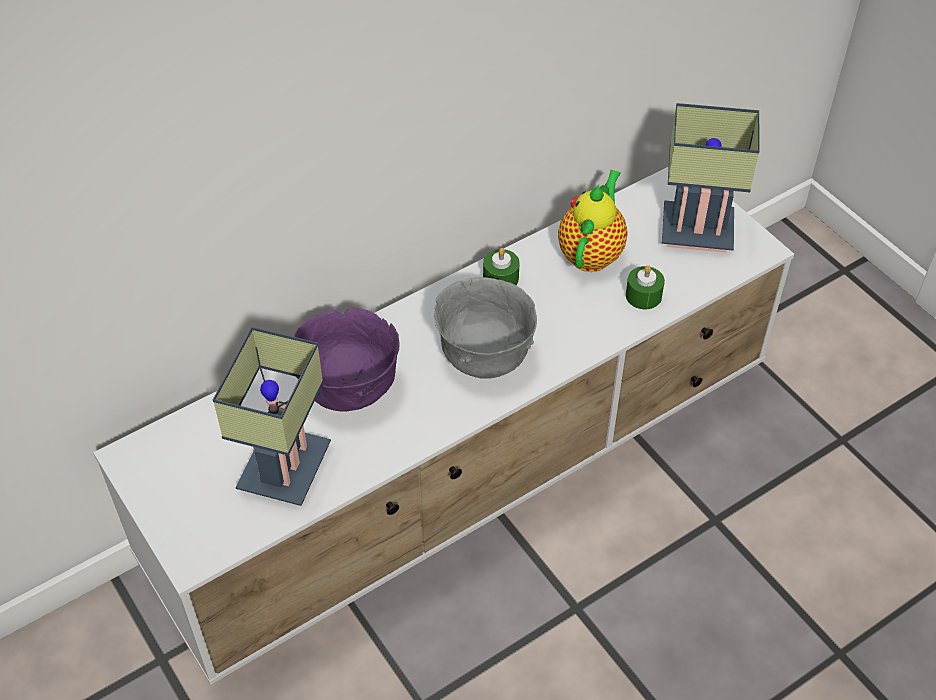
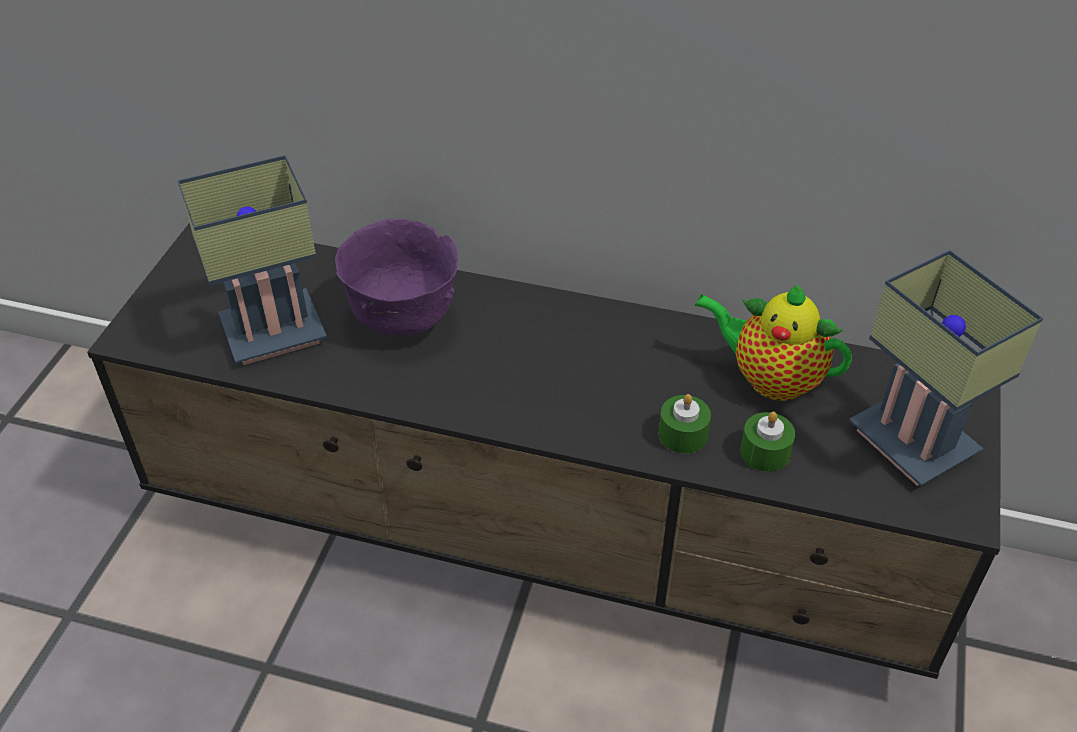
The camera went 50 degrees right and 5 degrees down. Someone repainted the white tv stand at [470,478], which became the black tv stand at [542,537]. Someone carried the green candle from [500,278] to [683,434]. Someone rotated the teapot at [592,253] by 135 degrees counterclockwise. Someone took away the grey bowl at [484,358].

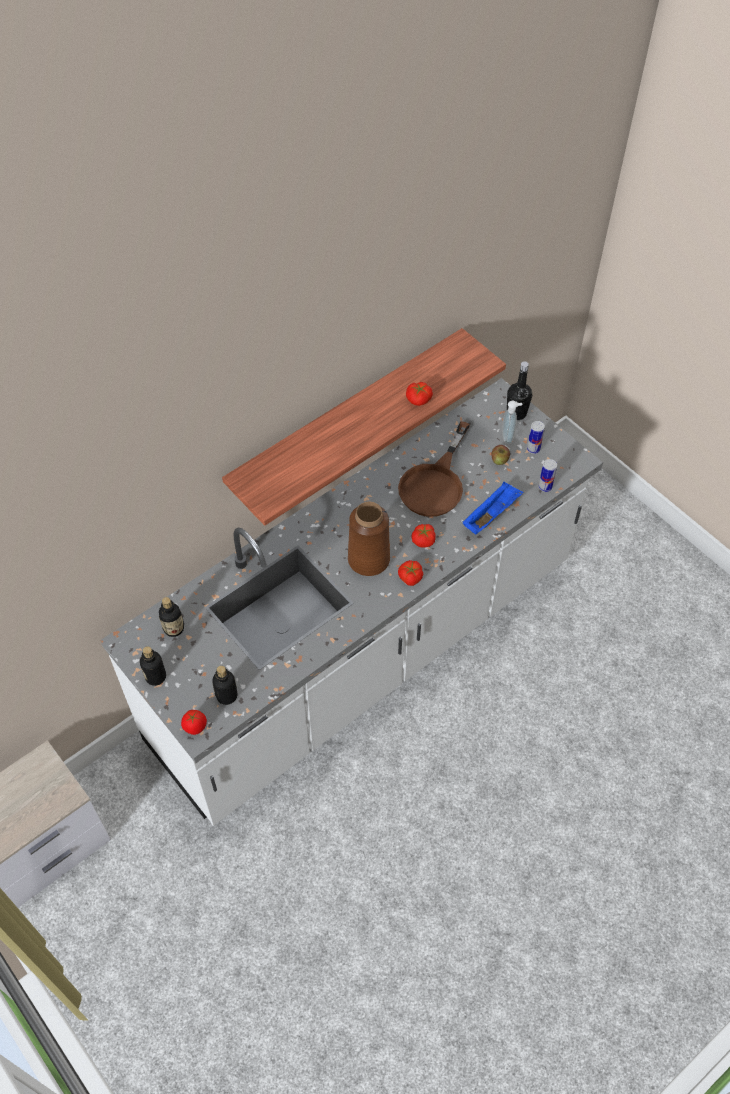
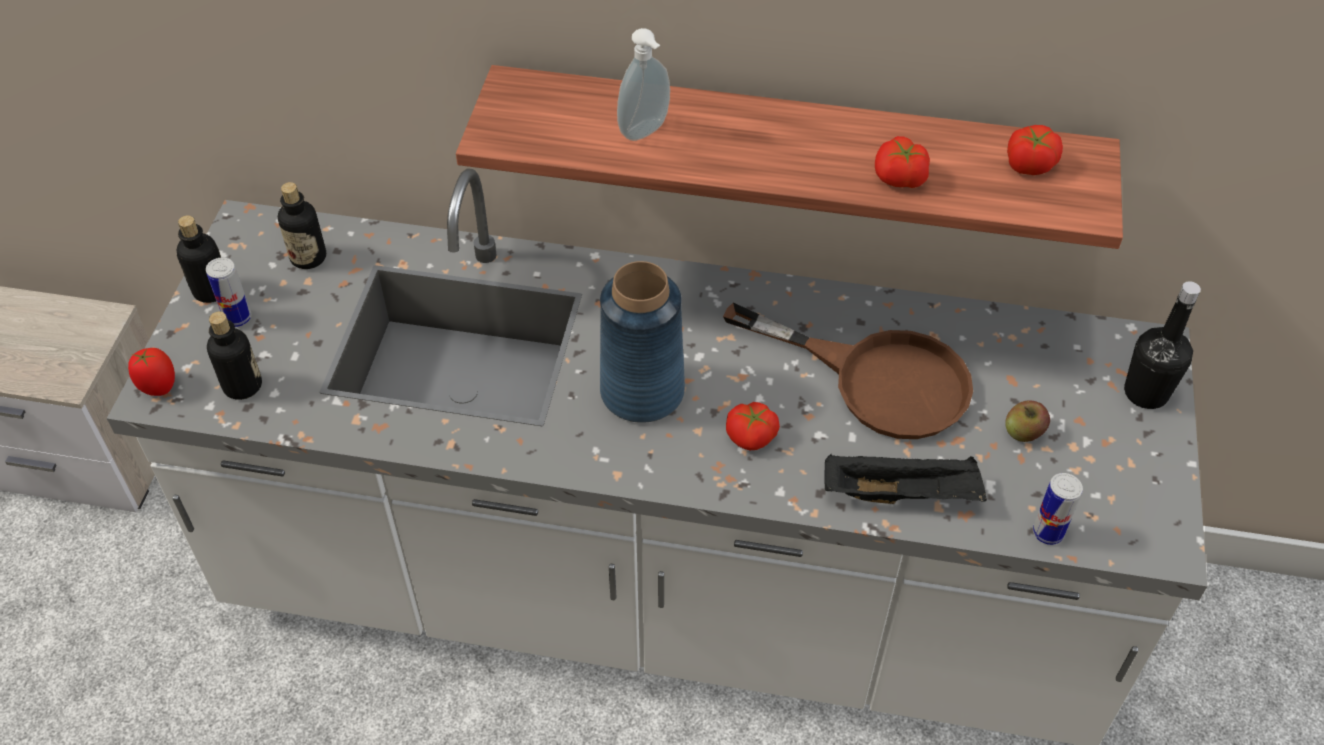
The camera went 50 degrees right and 5 degrees down. Someone carried the can from [533,449] to [237,318]. Someone repainted the brown vase at [368,559], which became the blue vase at [641,391]. Someone carried the soap dispenser from [508,437] to [646,132]. Someone rotated the brown frying pan at [435,483] by 135 degrees counterclockwise. Someone repainted the blue tray at [491,514], which became the black tray at [902,493]. Someone carried the tomato from [410,577] to [1029,163].

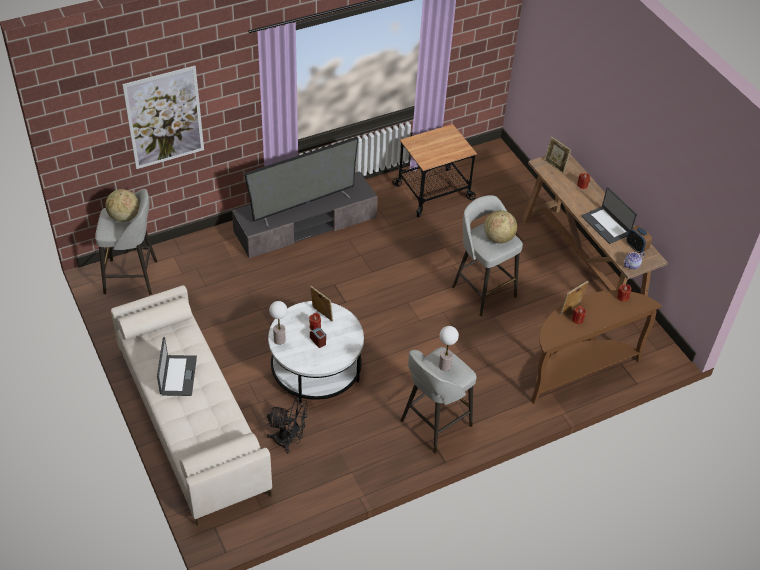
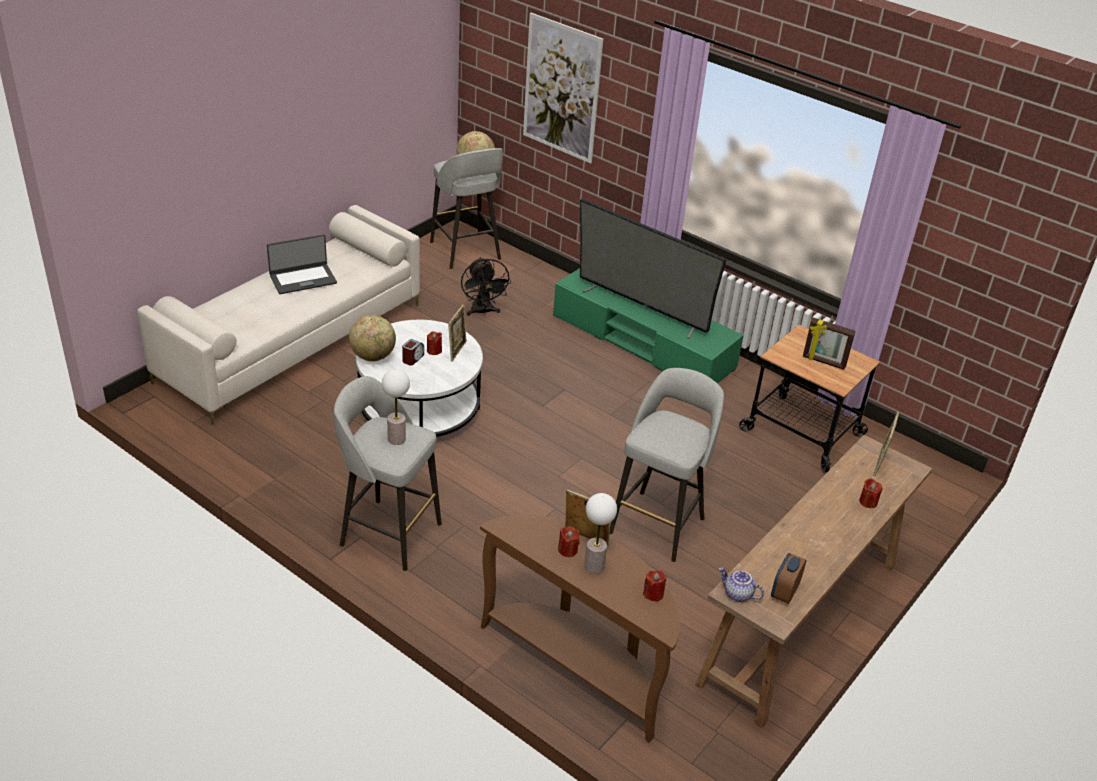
The camera went 65 degrees right and 10 degrees down. Someone carried the globe from [498,238] to [373,356]. Someone carried the black fan from [289,440] to [482,312]. Someone repainted the grey tv stand at [305,225], which became the green tv stand at [642,342]. Someone carried the table lamp from [279,340] to [594,566]. Someone put down the picture frame at [823,362]. Someone took away the laptop at [606,225].

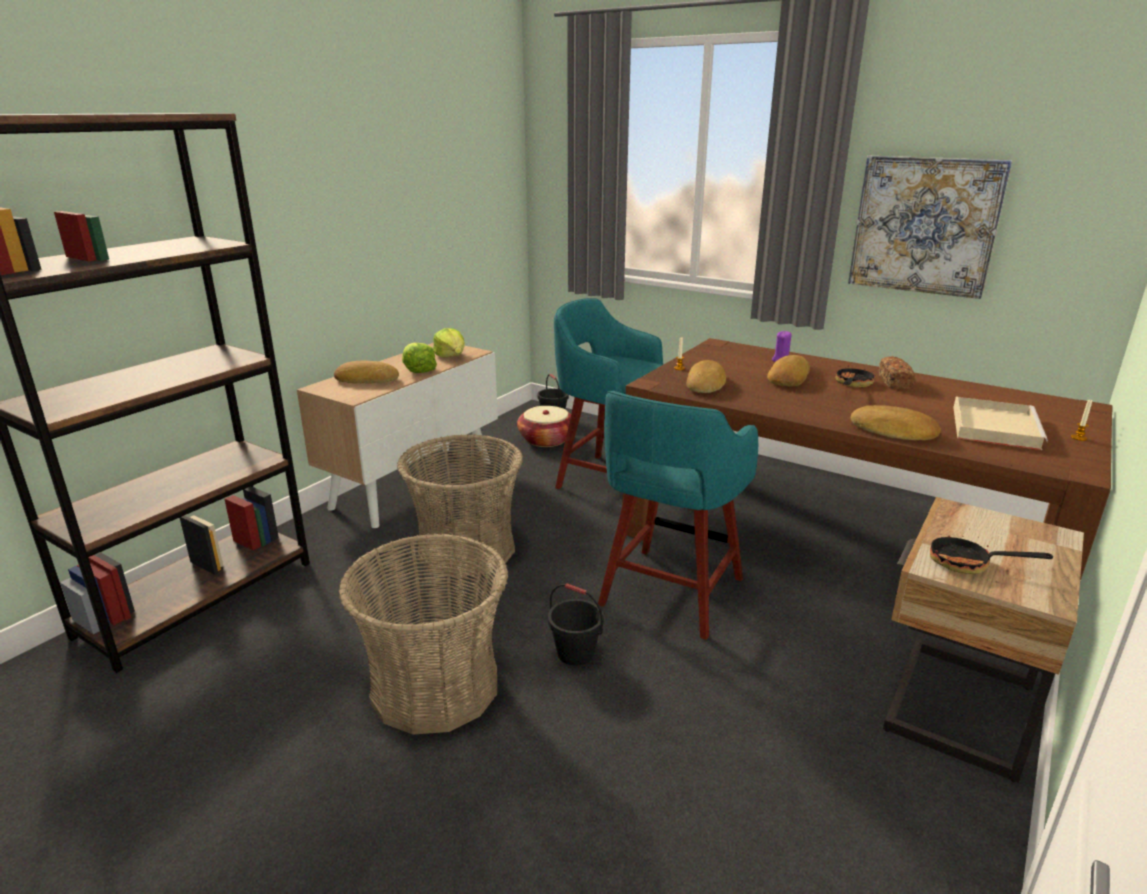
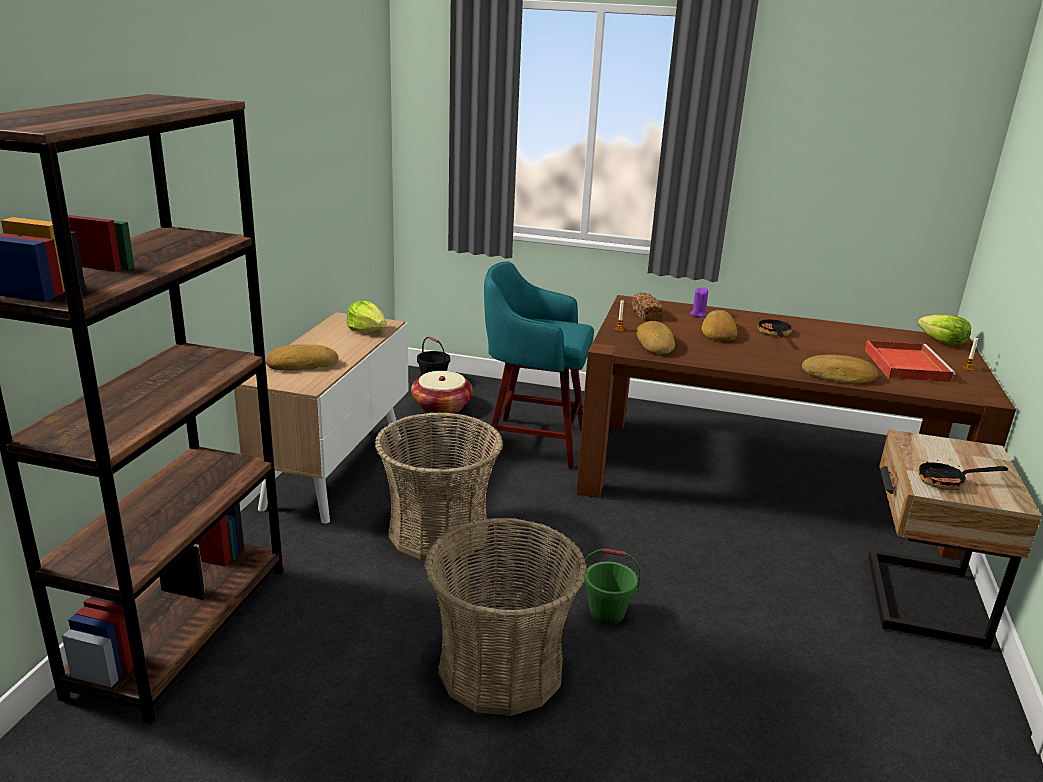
The camera went 20 degrees left and 0 degrees up. Someone repainted the black bucket at [576,653], which became the green bucket at [607,613]. Someone carried the bread from [894,382] to [646,315]. Someone repainted the beige tray at [993,426], which became the red tray at [905,364]. Someone carried the lettuce from [418,370] to [942,342]. Someone took away the turquoise stool at [669,594]. Someone took away the picture at [924,225].

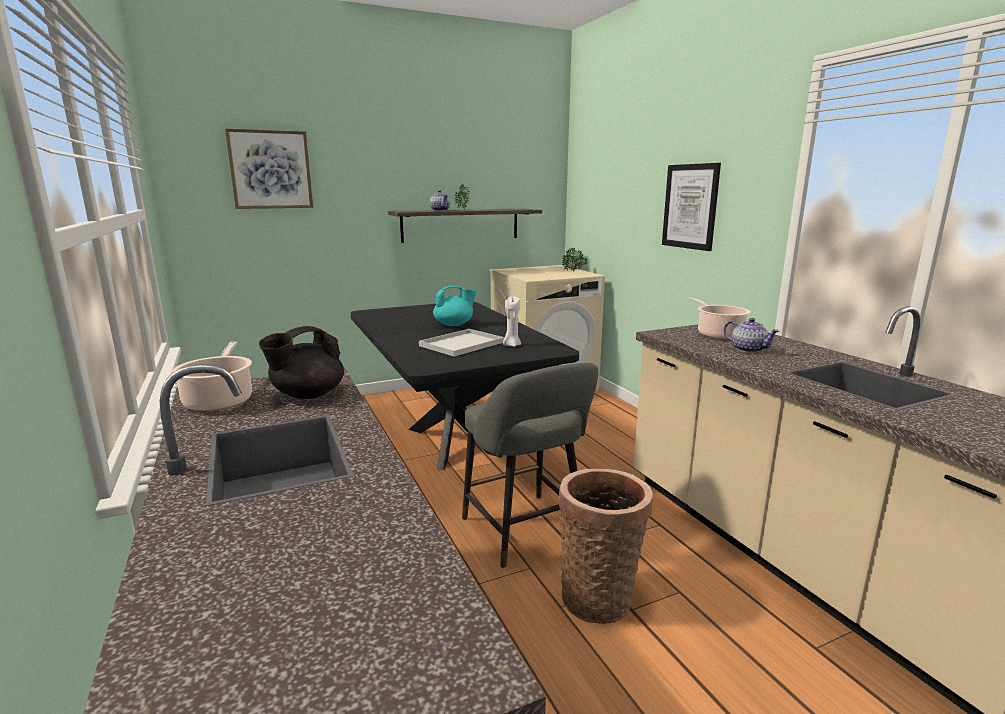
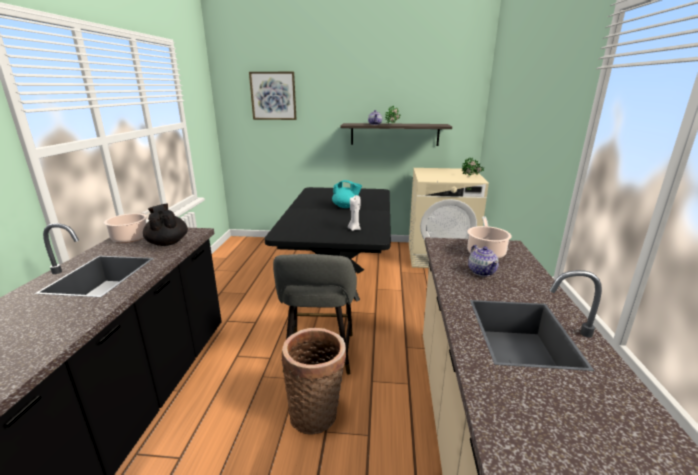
The camera went 30 degrees right and 5 degrees up. Someone rotated the black teapot at [307,395] by 75 degrees clockwise. Someone took away the white tray at [461,344]. Someone took away the picture at [690,206].

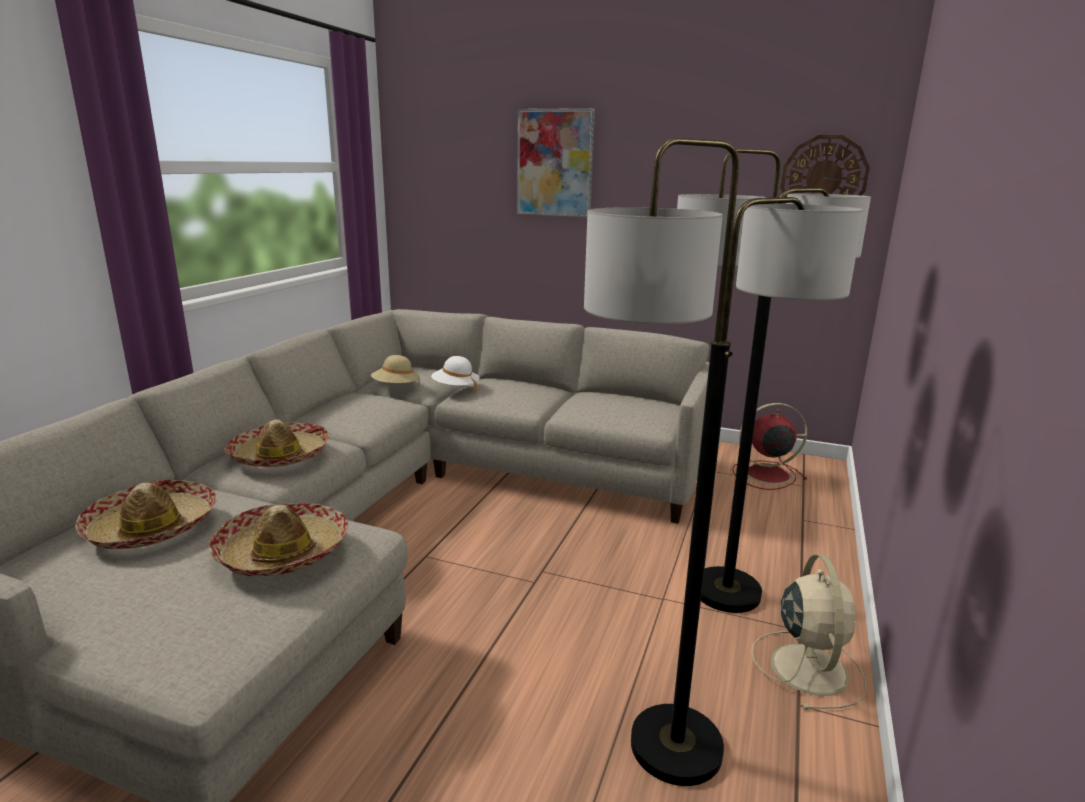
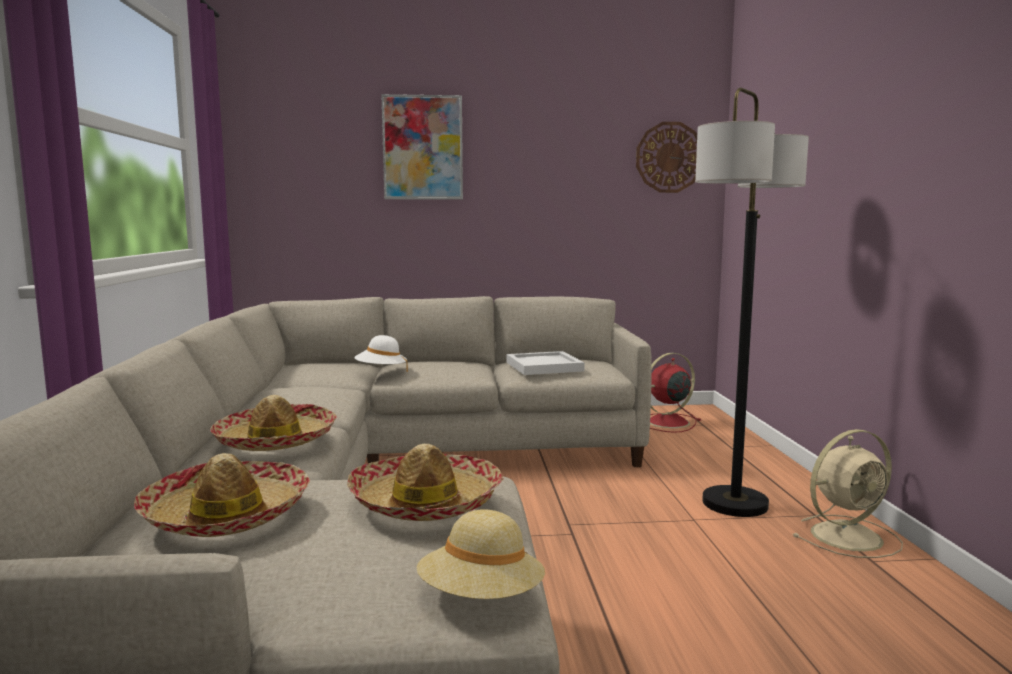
The camera went 25 degrees left and 10 degrees down. Someone carried the beige hat from [395,387] to [481,598]. Someone put down the white tray at [545,367]. Someone rotated the beige fan at [807,666] by 90 degrees clockwise. Someone took away the floor lamp at [676,746].

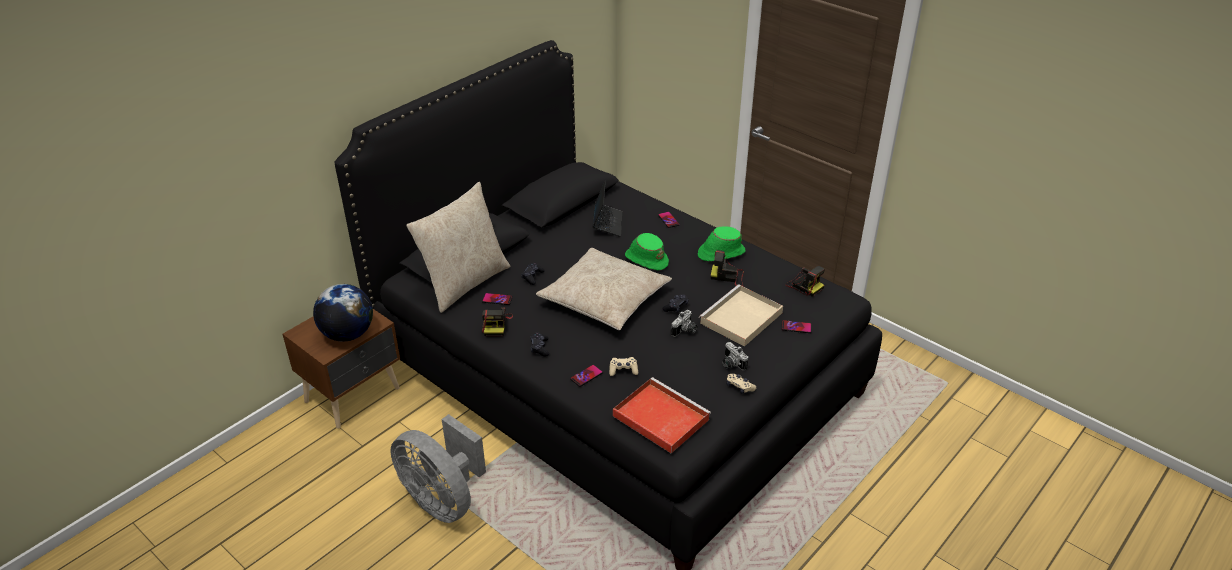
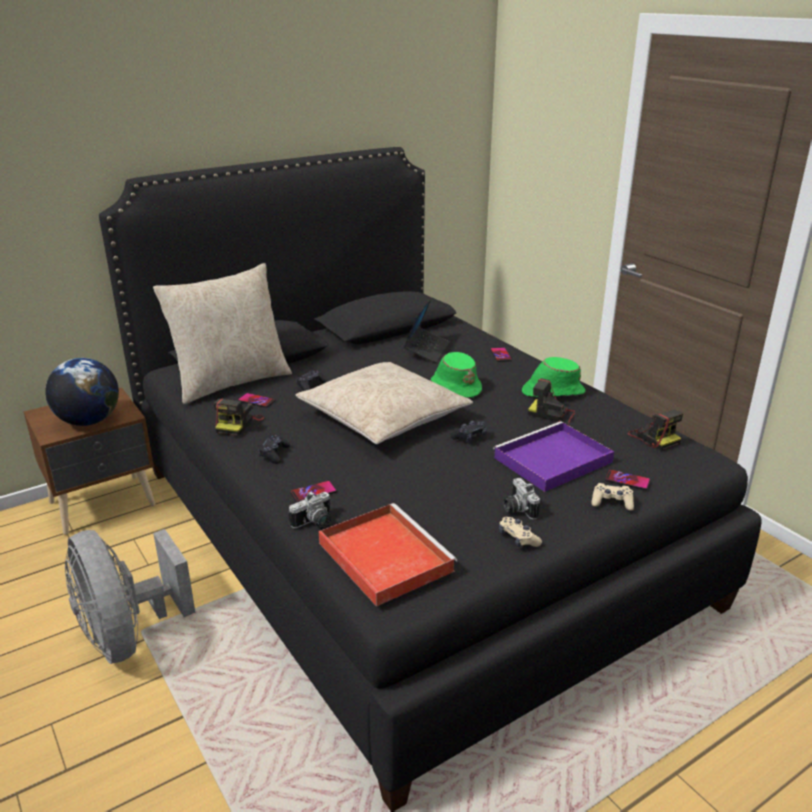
The camera went 15 degrees right and 10 degrees down. Someone carried the photo camera from [685,331] to [315,523]. Someone repainted the beige tray at [740,319], which became the purple tray at [551,461]. Someone carried the beige game controller from [623,370] to [612,502].

